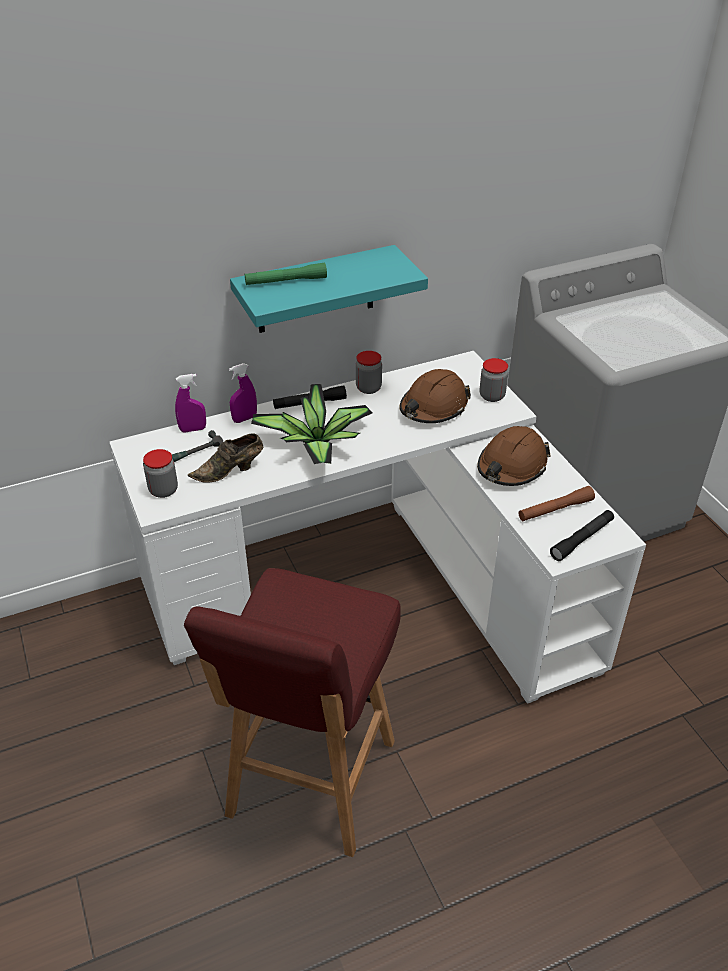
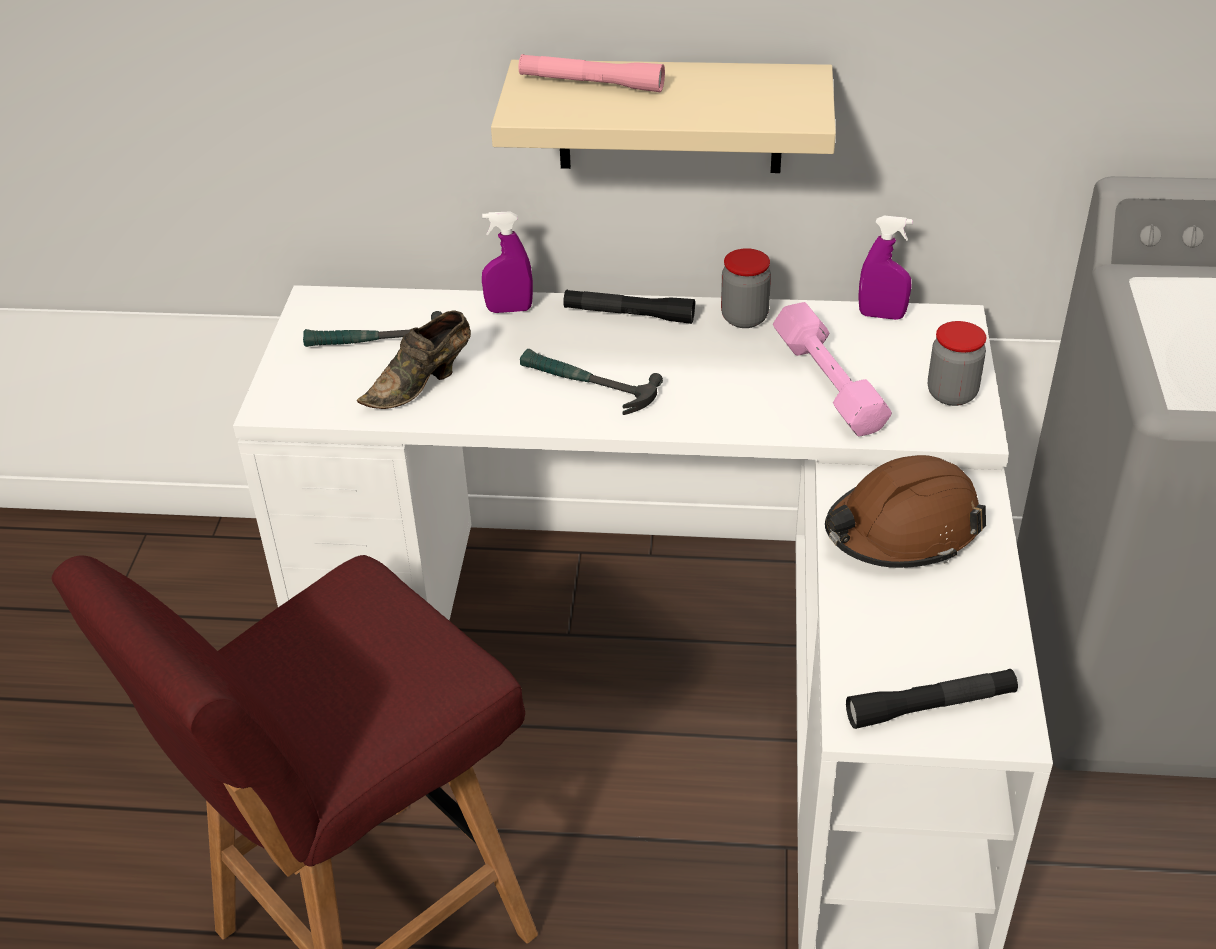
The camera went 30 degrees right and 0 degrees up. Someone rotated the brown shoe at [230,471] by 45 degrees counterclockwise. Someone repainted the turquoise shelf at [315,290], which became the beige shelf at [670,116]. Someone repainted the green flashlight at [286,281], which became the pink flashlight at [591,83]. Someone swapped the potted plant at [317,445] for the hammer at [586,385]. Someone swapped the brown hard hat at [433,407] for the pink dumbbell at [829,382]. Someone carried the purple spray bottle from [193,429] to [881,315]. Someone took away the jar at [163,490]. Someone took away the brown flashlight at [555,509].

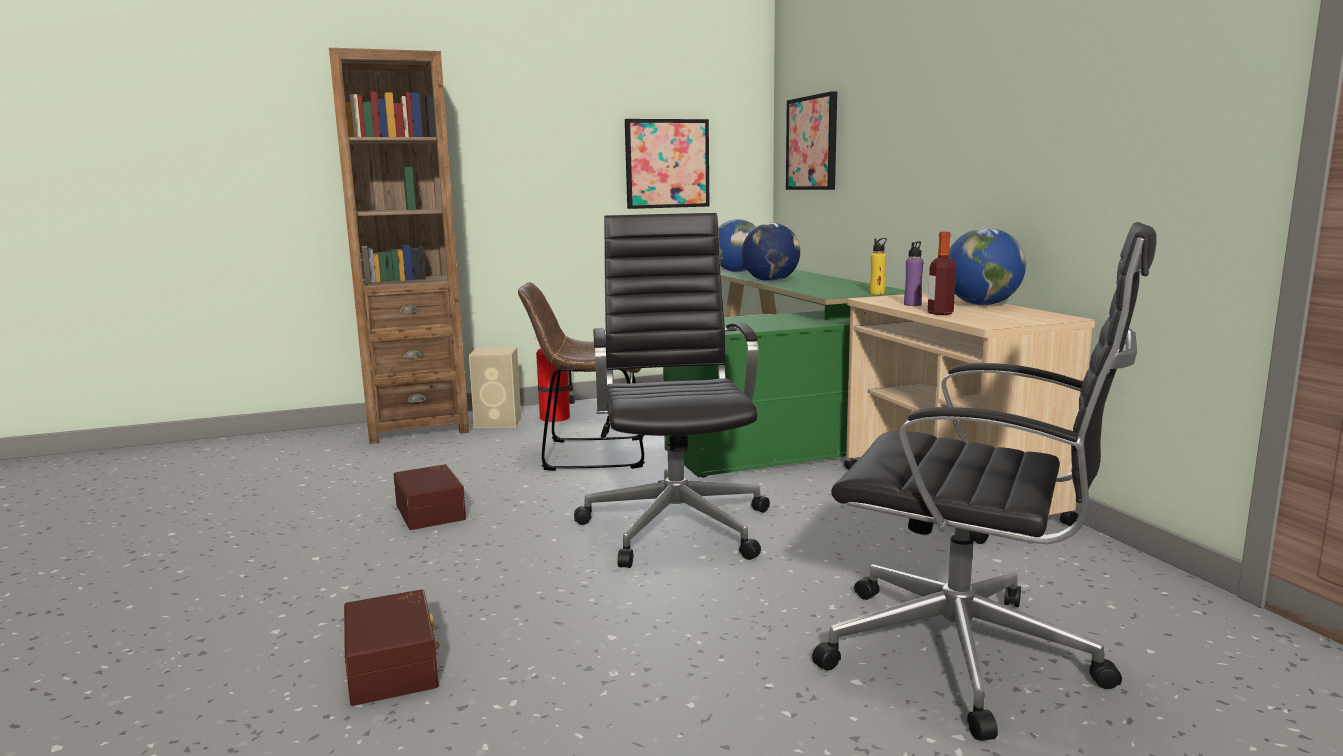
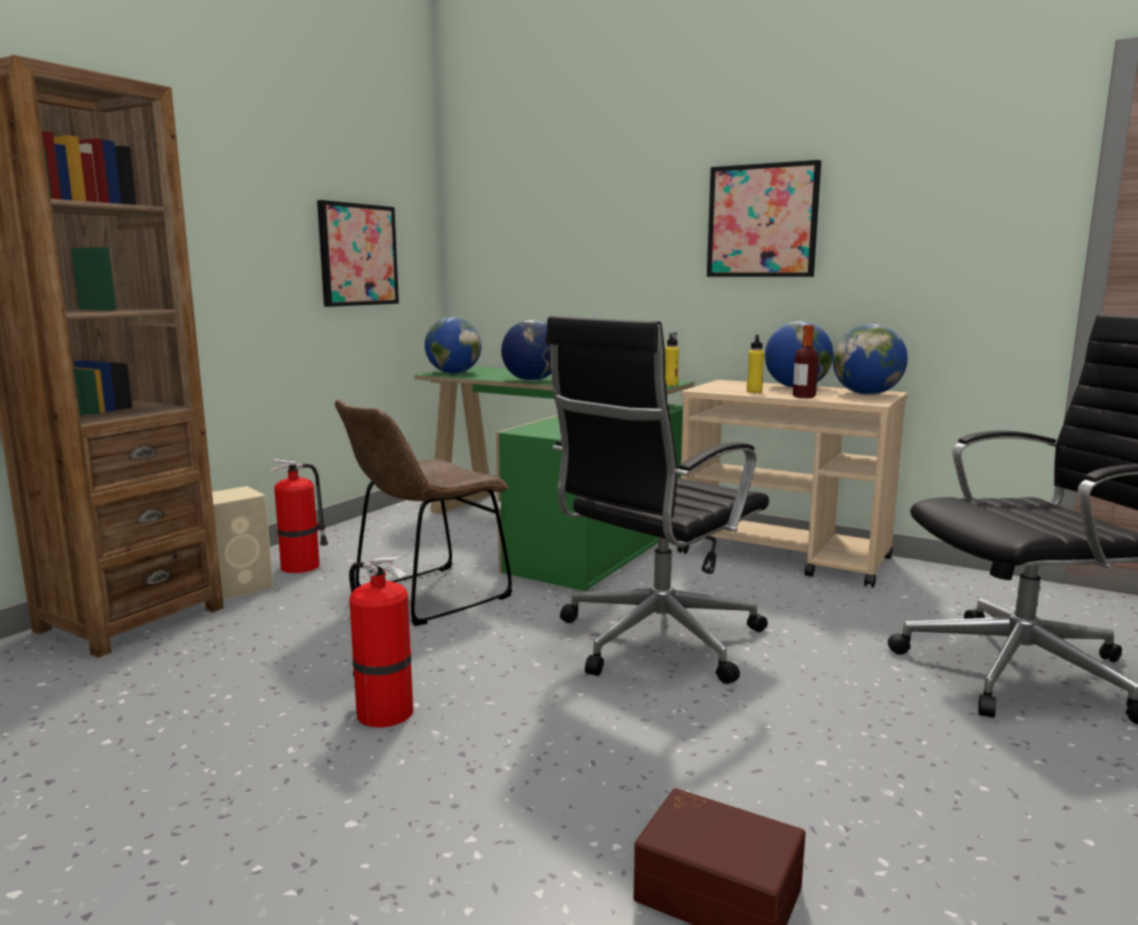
The camera went 40 degrees left and 0 degrees up. Someone swapped the brown storage box at [432,511] for the fire extinguisher at [382,712]. Someone rotated the black office chair at [676,524] by 90 degrees counterclockwise. Someone carried the picture from [812,143] to [762,221]. Someone repainted the purple bottle at [912,304], which became the yellow bottle at [754,391]. Someone put down the globe at [866,394].

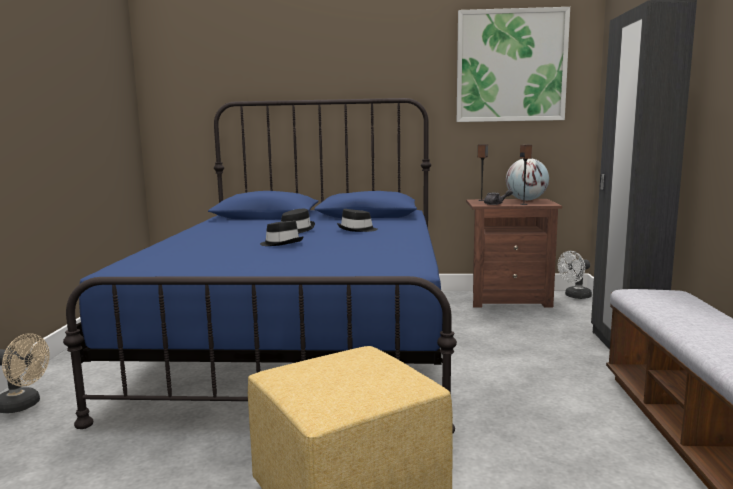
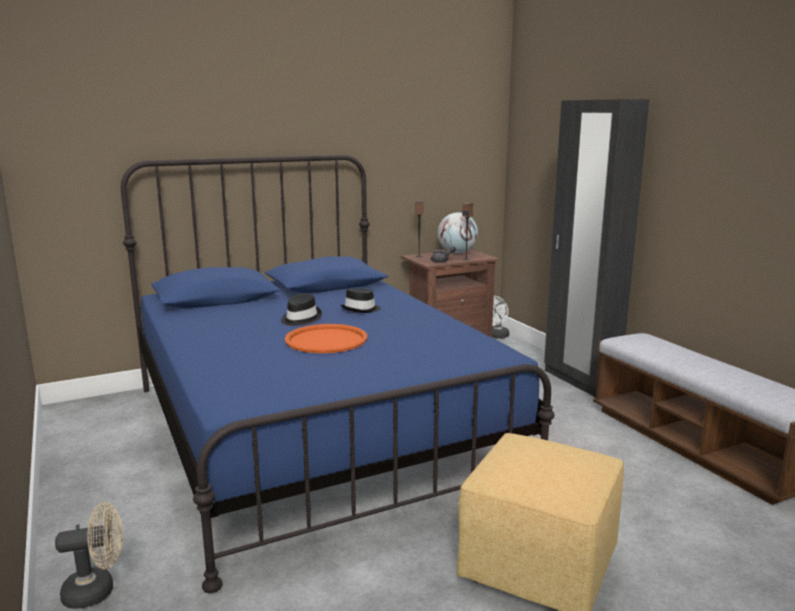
The camera went 30 degrees left and 5 degrees up. Someone swapped the black hat at [281,243] for the orange tray at [326,340]. Someone took away the picture at [511,66].

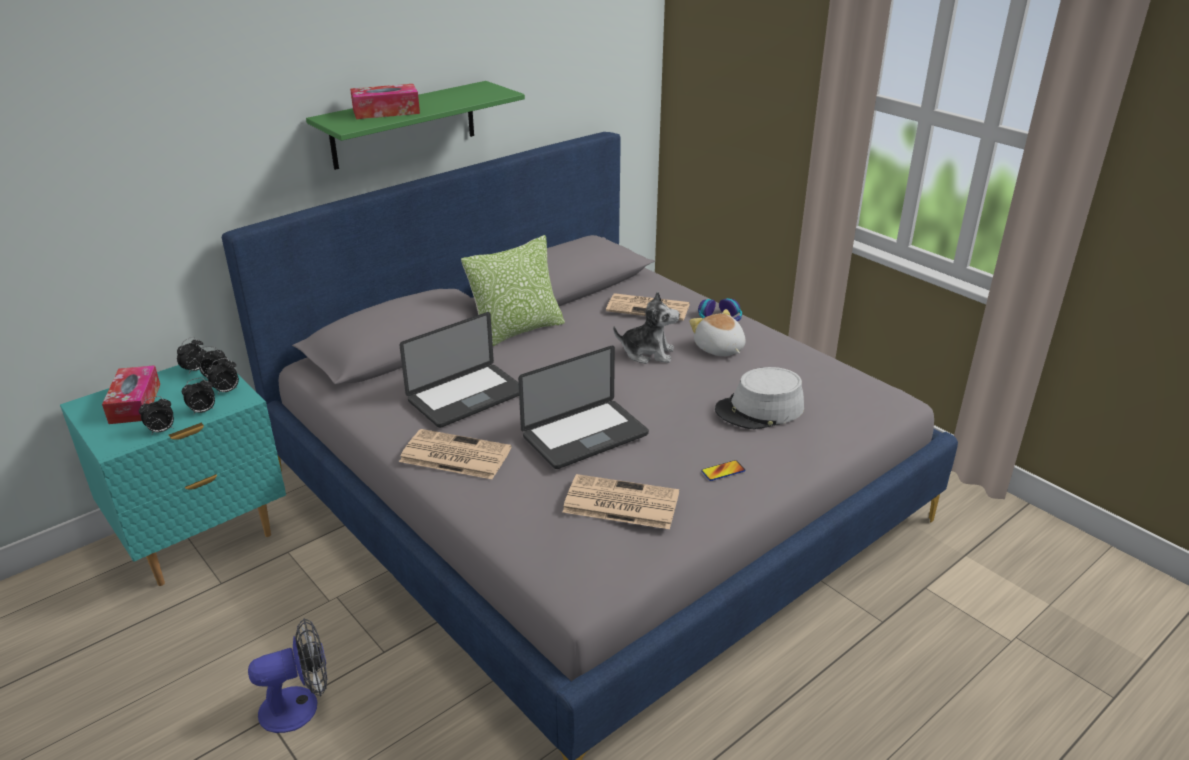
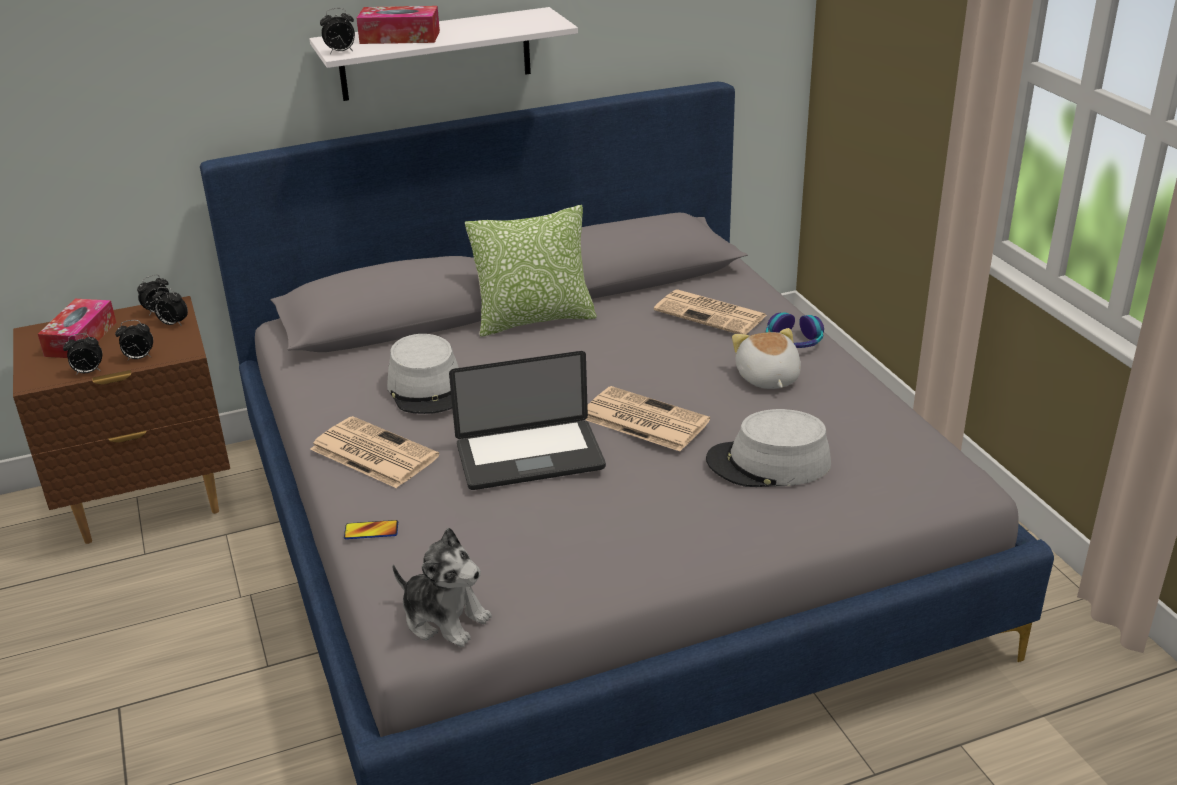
The camera went 20 degrees right and 0 degrees up. Someone repainted the turquoise nightstand at [202,539], which became the brown nightstand at [149,502]. Someone repainted the green shelf at [404,125], which became the white shelf at [435,54]. Someone carried the alarm clock from [227,391] to [340,52]. Someone carried the phone from [723,471] to [371,531]. Someone swapped the laptop at [467,397] for the grey hat at [428,388]. Someone carried the plush toy from [648,353] to [444,618]. Someone carried the newspaper from [619,503] to [642,420]. Someone took away the fan at [299,706].

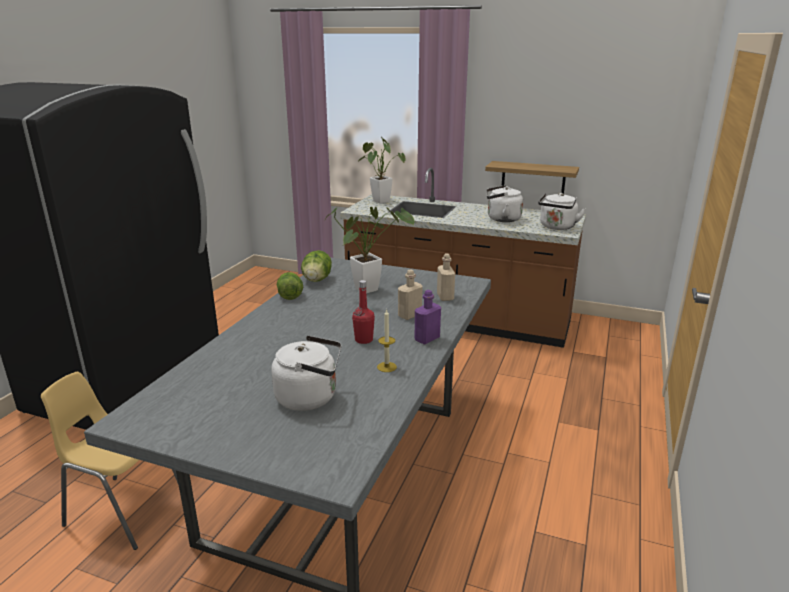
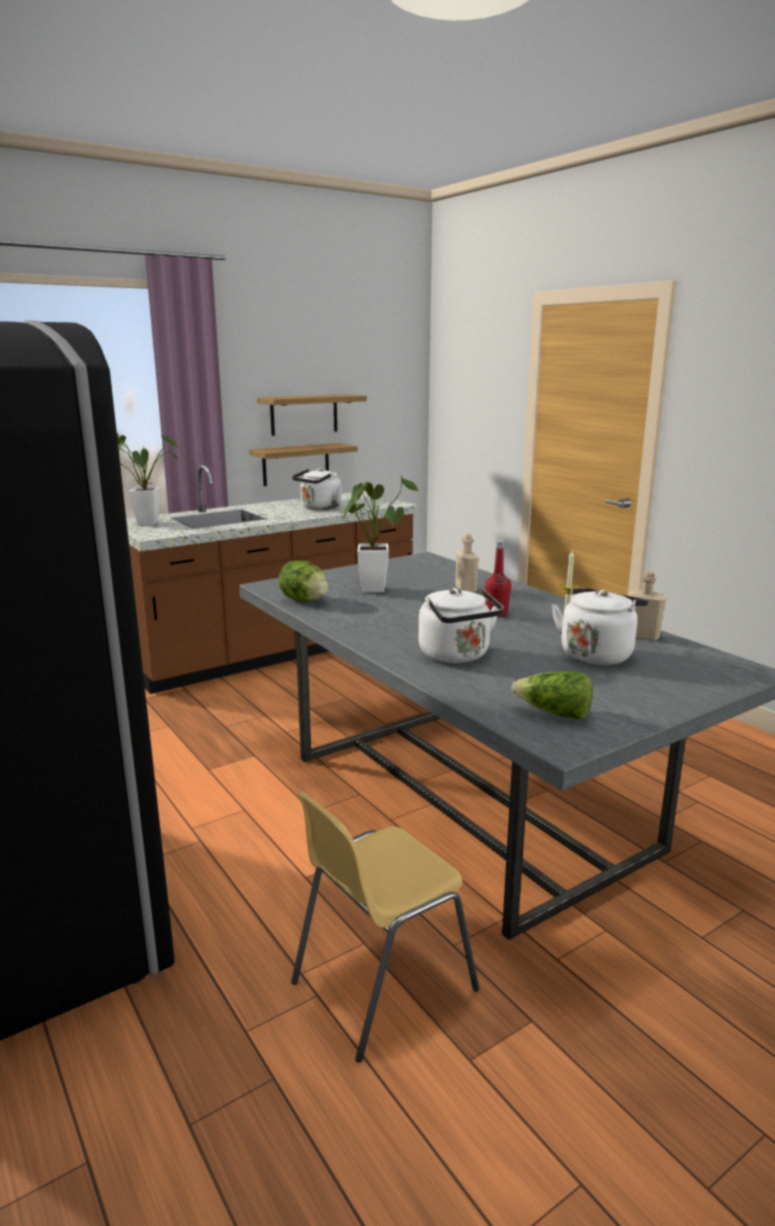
The camera went 55 degrees left and 5 degrees down. Someone put up the shelf at [304,414]. Someone carried the white kettle from [557,227] to [457,656]. Someone carried the lettuce from [289,294] to [554,713]. Someone carried the beige bottle from [445,297] to [642,636]. Someone took away the purple bottle at [427,339].

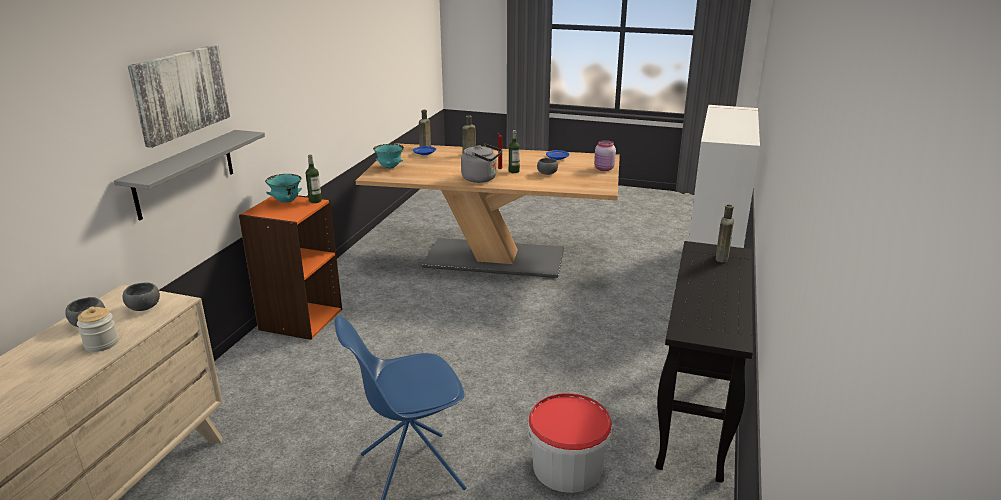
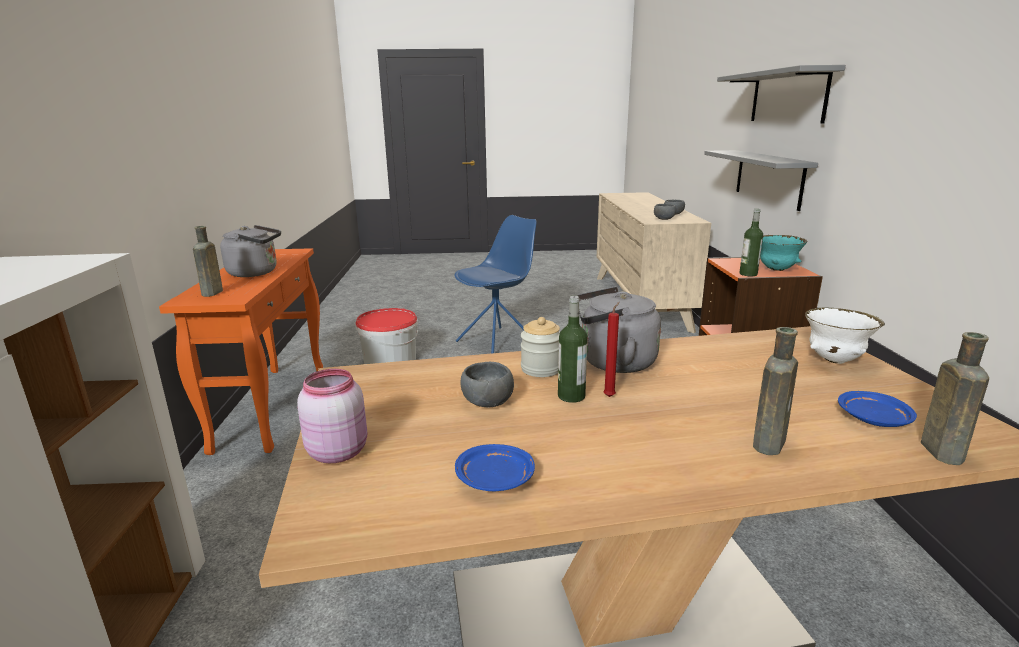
The camera went 160 degrees right and 5 degrees down. Someone repainted the black console table at [695,416], which became the orange console table at [272,405]. Someone put down the grey kettle at [256,273]. Someone carried the jar from [101,344] to [541,369]. Someone swapped the picture at [180,93] for the grey shelf at [787,97]. Someone repainted the turquoise bowl at [390,167], which became the white bowl at [835,360].

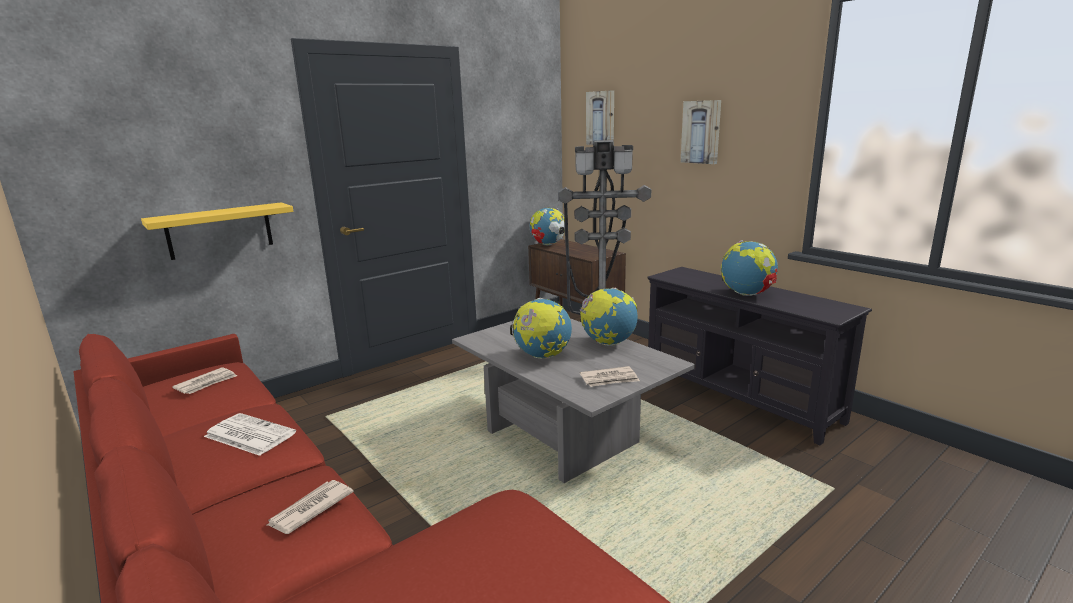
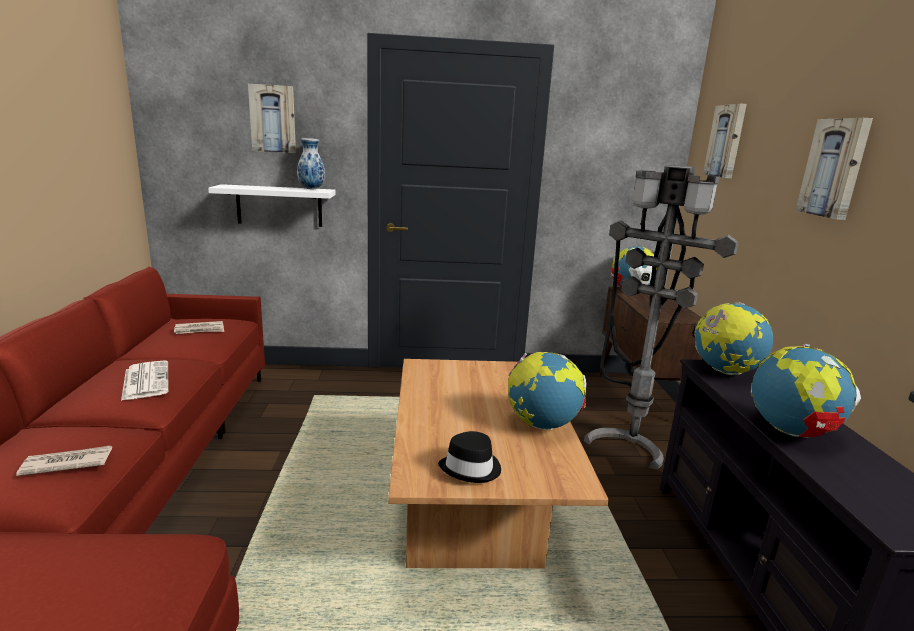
The camera went 35 degrees right and 0 degrees up. Someone repainted the yellow shelf at [220,230], which became the white shelf at [279,206]. Someone put up the picture at [273,119]. Someone put down the vase at [311,189]. Someone repainted the grey coffee table at [566,436], which became the brown coffee table at [475,516]. Someone swapped the newspaper at [609,379] for the black hat at [471,468]. Someone carried the globe from [542,356] to [724,371].

